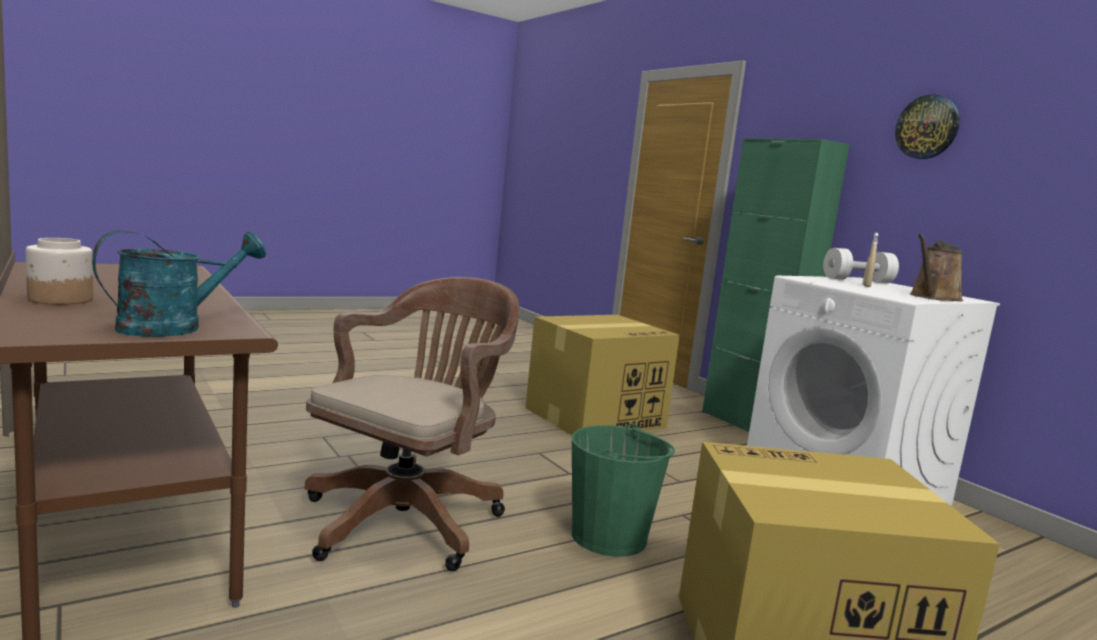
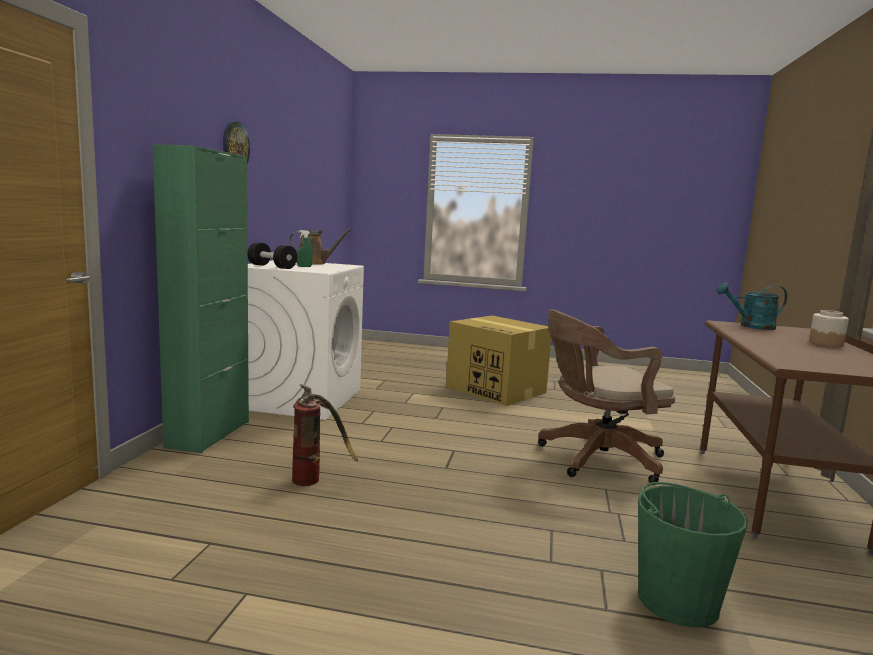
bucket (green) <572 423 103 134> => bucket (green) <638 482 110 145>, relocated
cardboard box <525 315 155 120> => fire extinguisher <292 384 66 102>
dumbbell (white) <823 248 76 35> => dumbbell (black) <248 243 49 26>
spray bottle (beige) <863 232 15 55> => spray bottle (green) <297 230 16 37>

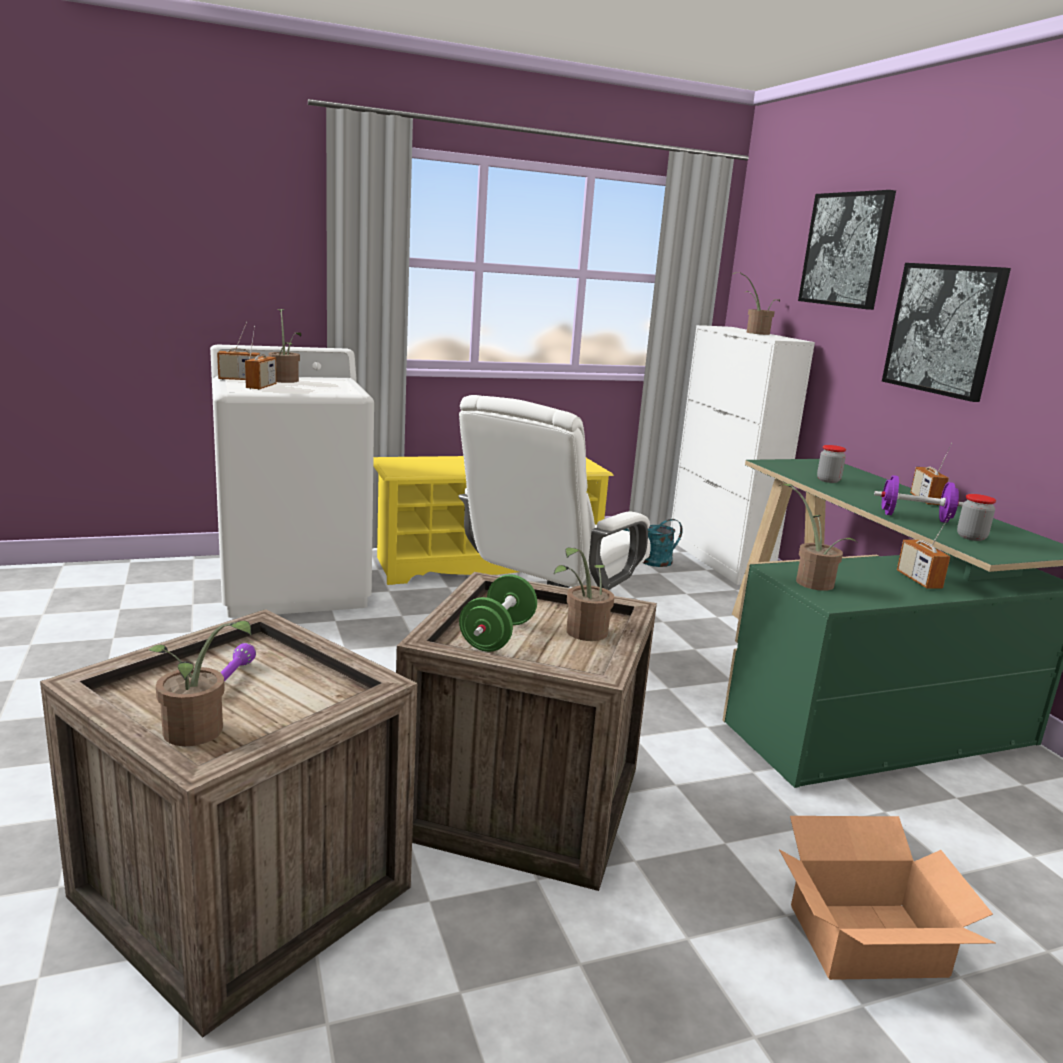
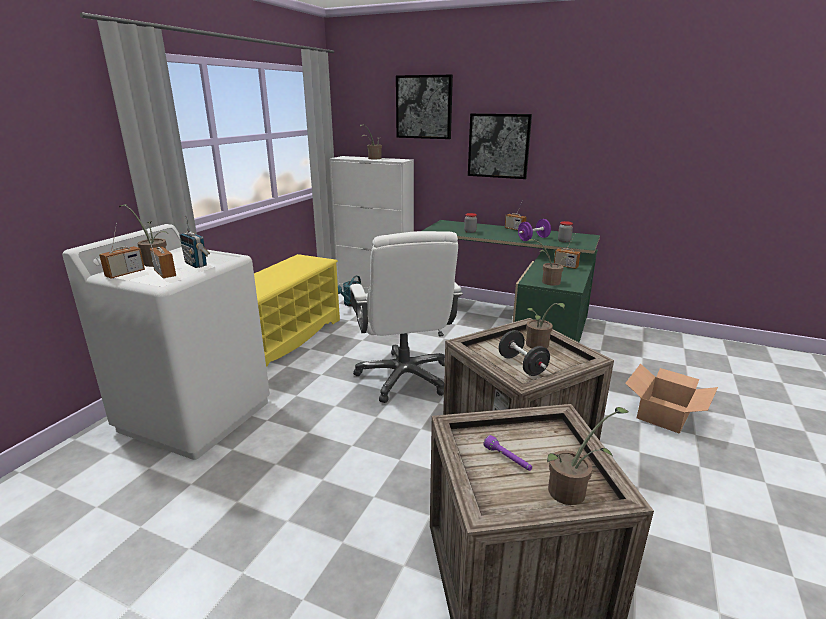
nothing => radio <179 216 31 52>
dumbbell (green) <459 574 78 78> => dumbbell (black) <498 330 52 46>

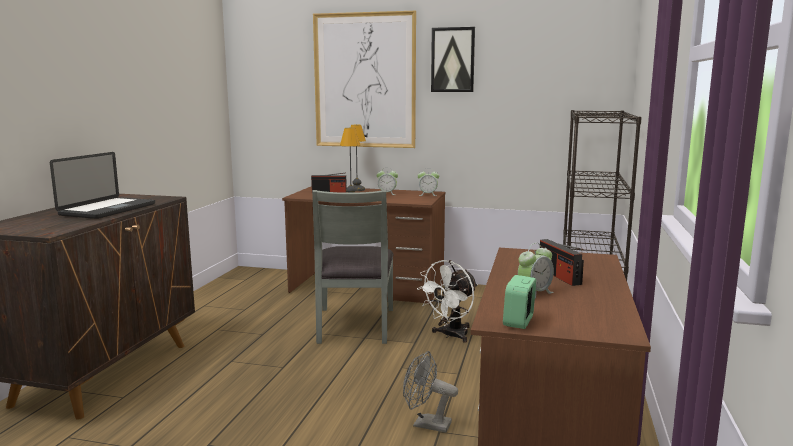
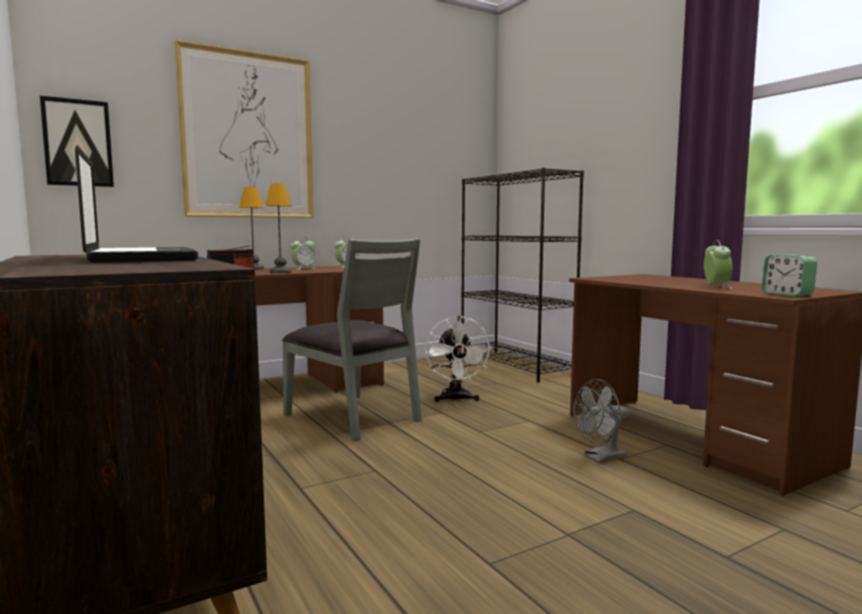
radio <540 239 44 47> => nothing
picture <431 27 44 65> => picture <40 96 74 91>, relocated

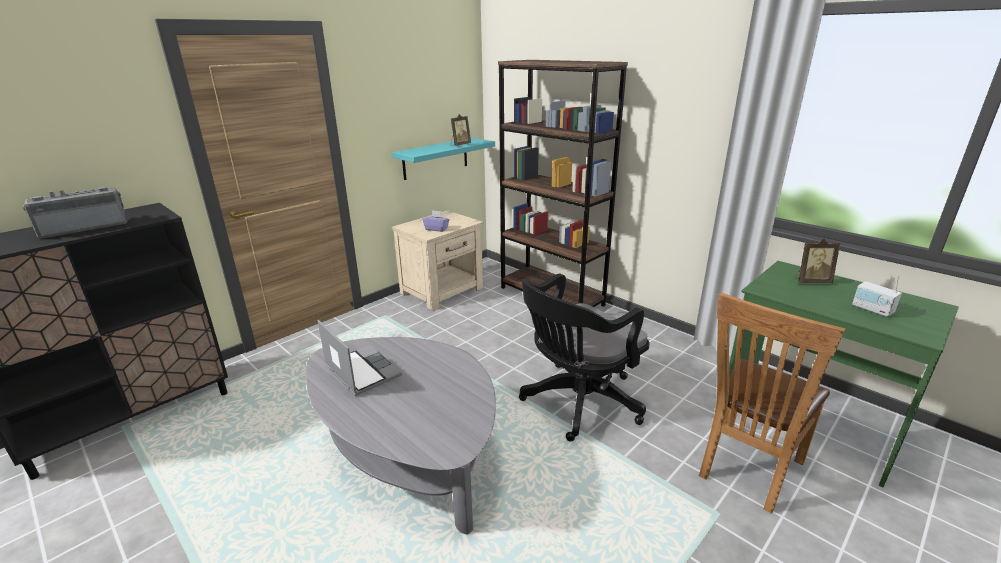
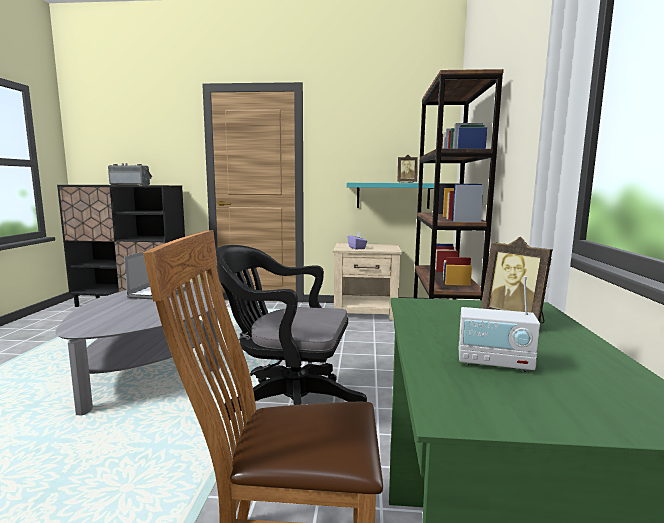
radio <852 275 50 42> => radio <459 276 81 96>, 90 degrees counterclockwise

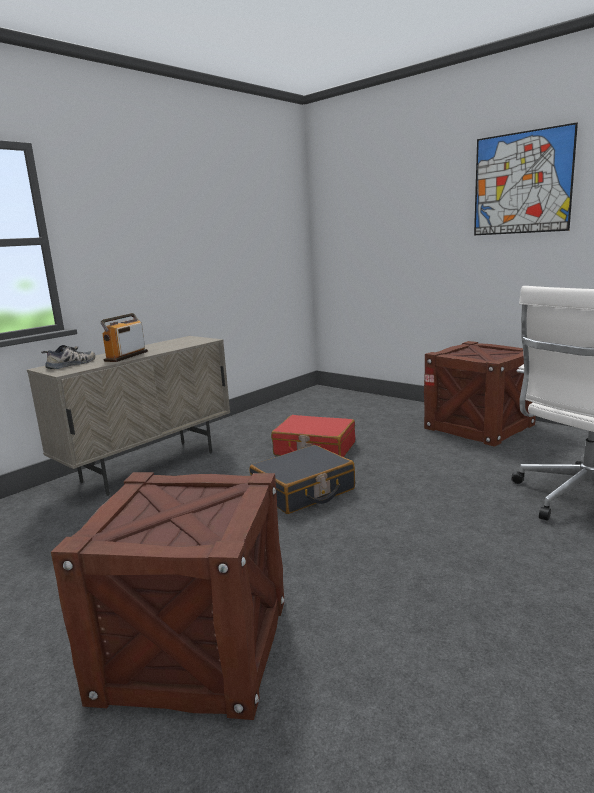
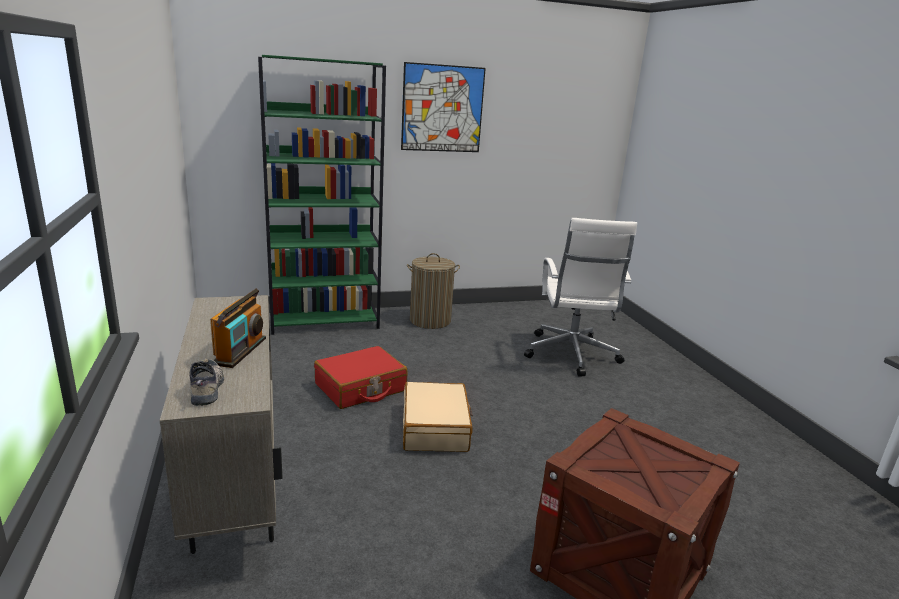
nothing => bookcase (green) <258 55 128 280>
crate <424 341 112 106> => laundry basket <407 253 53 76>
suitcase (black) <250 445 105 69> => suitcase (beige) <403 382 70 70>
radio <101 313 47 49> => radio <210 289 56 79>, 135 degrees counterclockwise

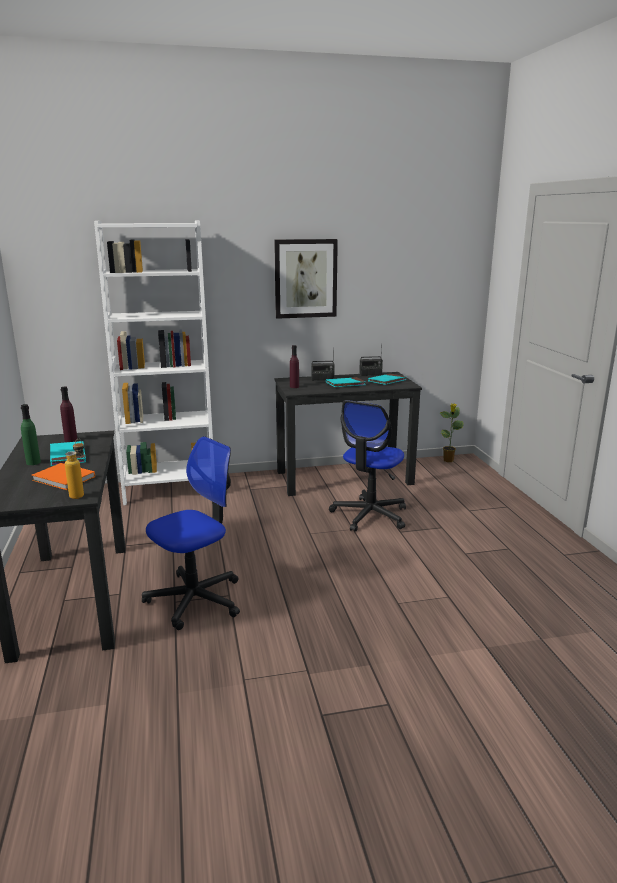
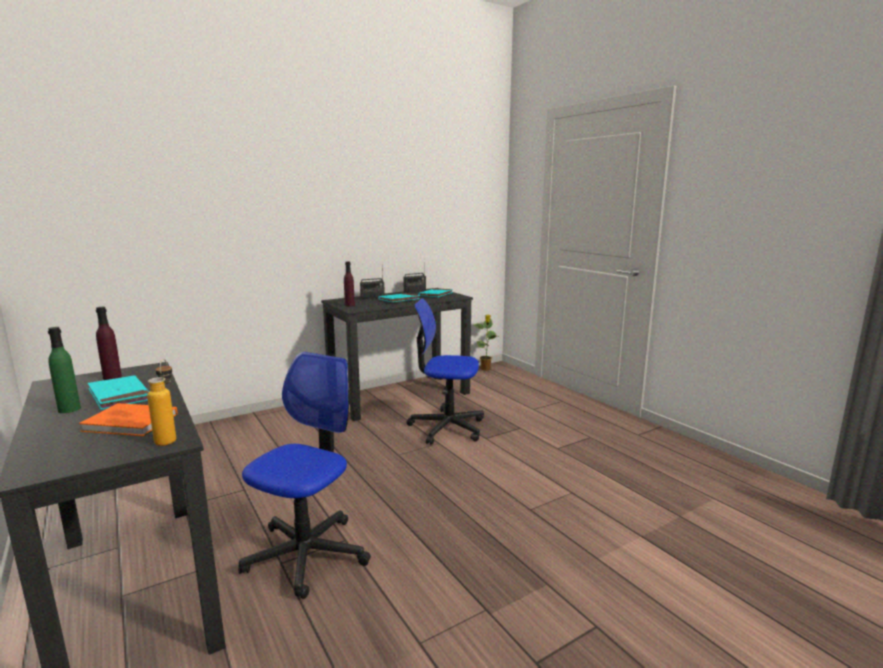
bookcase (white) <94 221 119 284> => nothing
picture <274 239 64 80> => nothing
office chair <329 400 77 132> => office chair <407 298 77 147>, 90 degrees clockwise

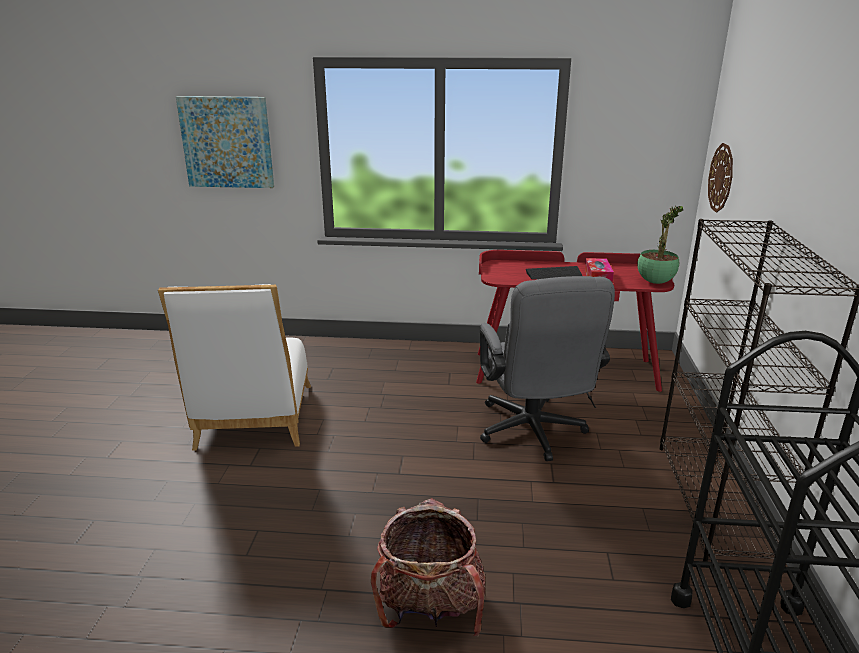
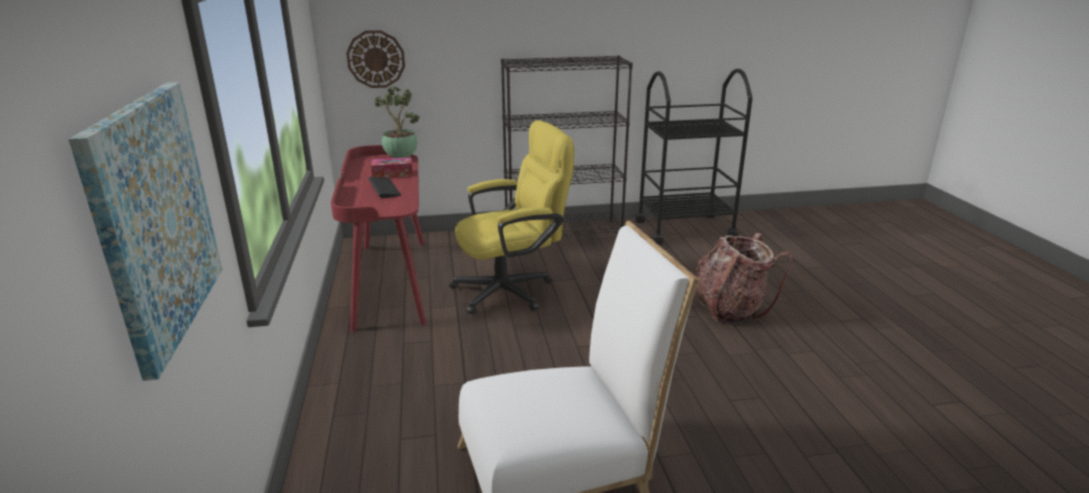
office chair (grey) <480 276 135 185> => office chair (yellow) <449 120 126 194>

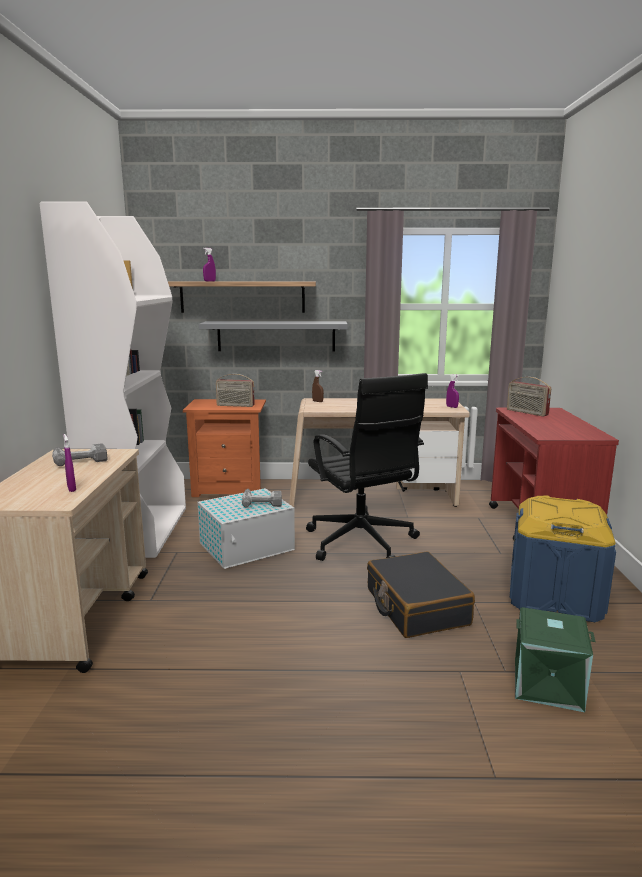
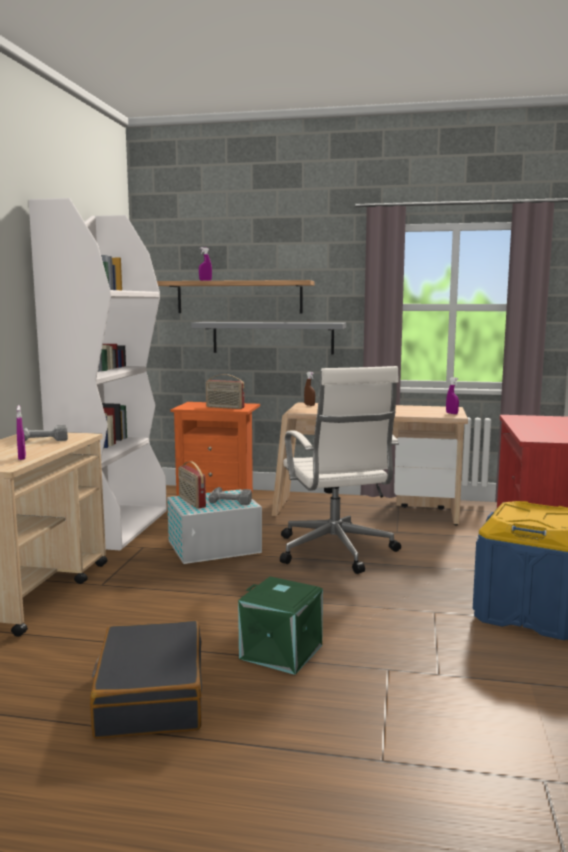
suitcase (black) <367 551 108 87> => suitcase (black) <90 621 112 118>, relocated
radio <507 377 44 39> => radio <178 461 28 47>, relocated
storage box (green) <515 607 80 105> => storage box (green) <238 577 85 98>, relocated
office chair (black) <306 373 122 188> => office chair (white) <280 366 121 208>

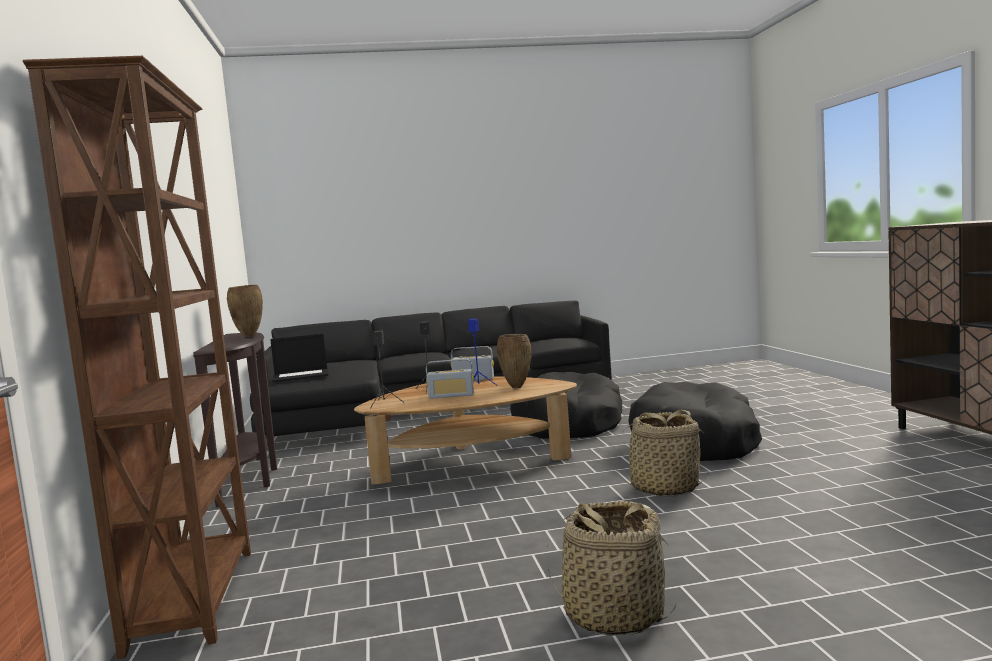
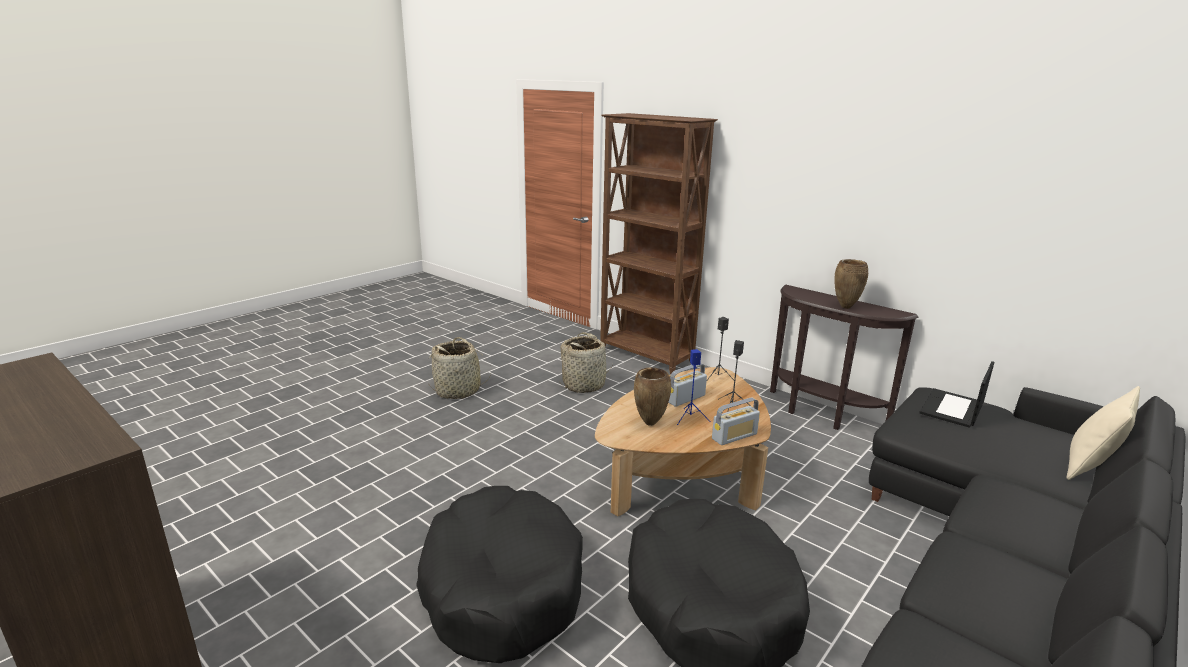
nothing => pillow (beige) <1066 386 74 94>
basket <614 410 95 86> => basket <559 332 55 61>, relocated

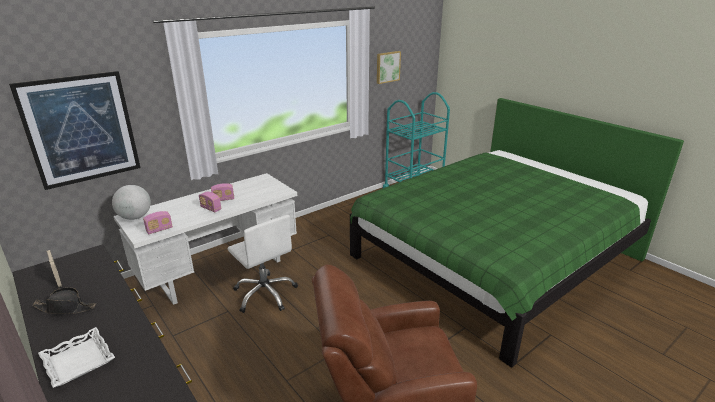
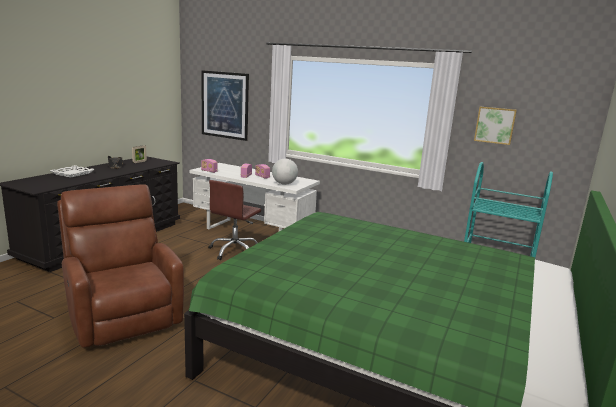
globe <112 185 39 35> => globe <272 159 26 26>, relocated
office chair (white) <228 215 70 98> => office chair (brown) <208 180 53 80>

